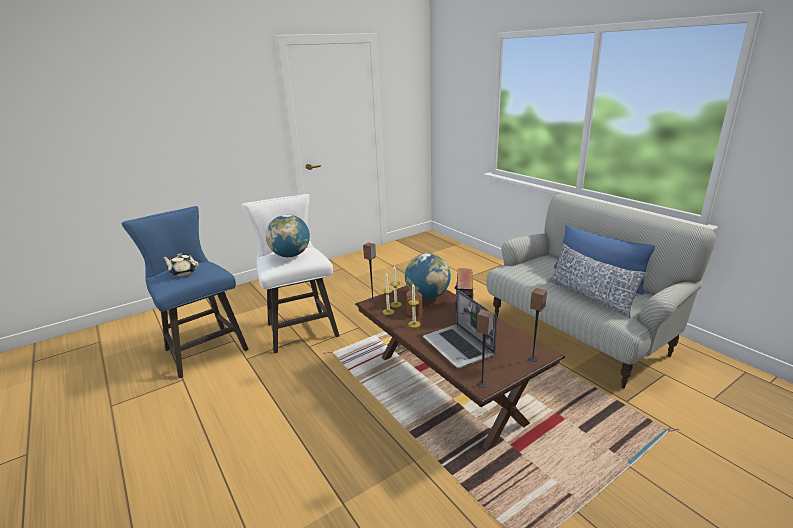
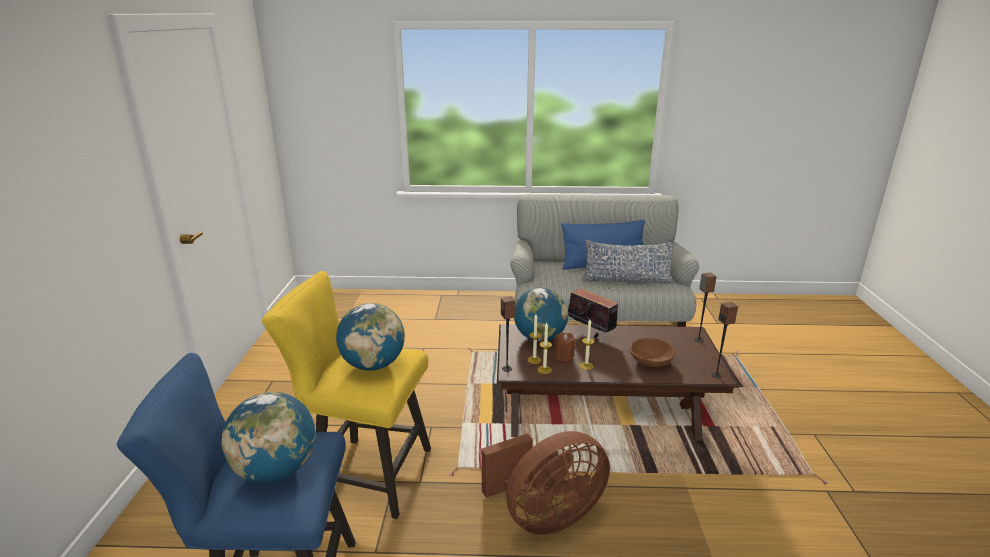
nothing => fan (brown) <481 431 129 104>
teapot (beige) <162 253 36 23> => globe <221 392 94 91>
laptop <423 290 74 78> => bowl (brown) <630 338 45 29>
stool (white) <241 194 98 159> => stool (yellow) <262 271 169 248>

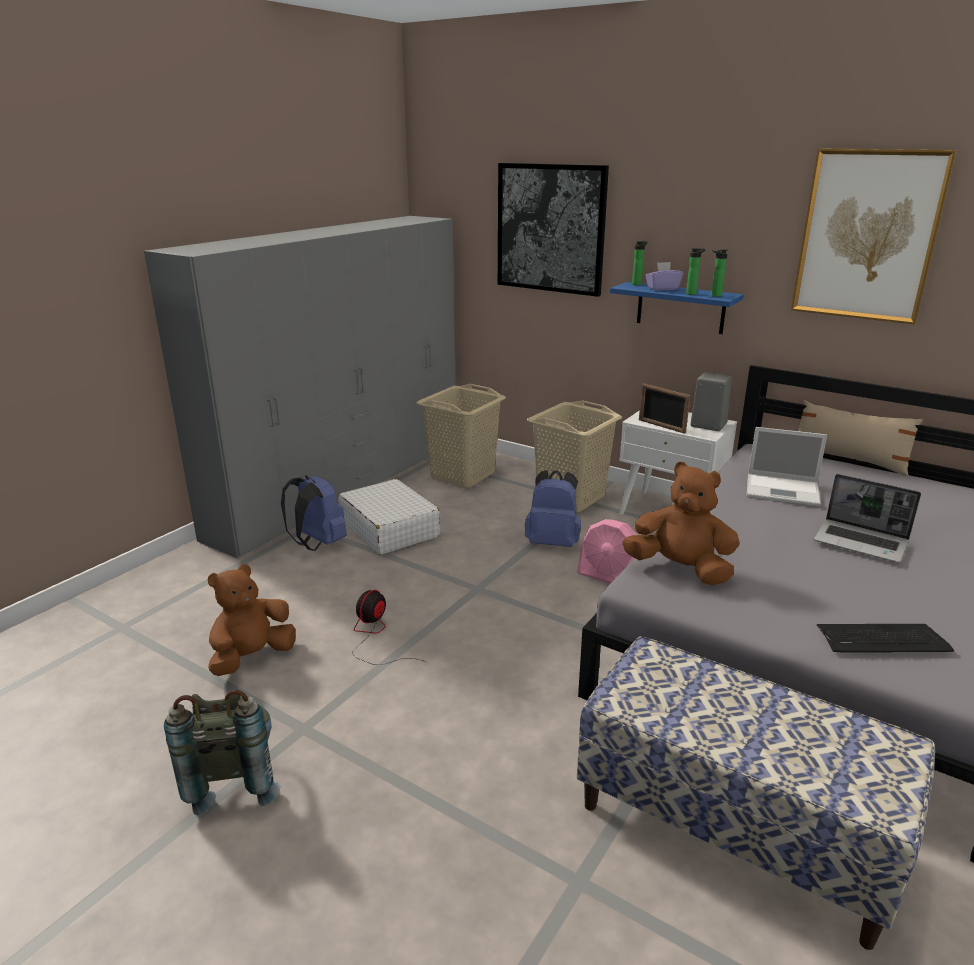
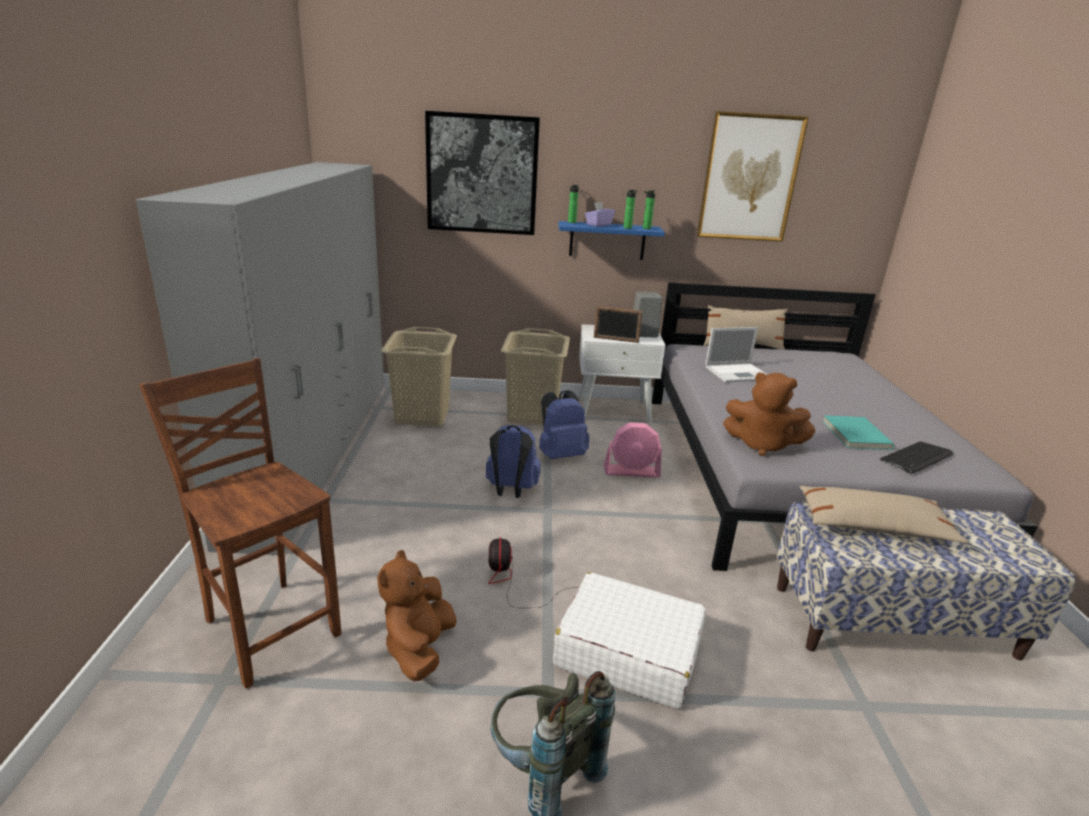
laptop <814 474 107 89> => nothing
nothing => chair (brown) <139 358 202 331>
nothing => pillow (beige) <799 486 169 57>
nothing => book (turquoise) <823 415 71 35>
backpack (blue) <281 476 66 75> => backpack (blue) <486 425 55 73>, relocated
suitcase (white) <338 479 102 76> => suitcase (white) <553 572 153 137>, relocated
plush toy (brown) <622 462 118 123> => plush toy (brown) <723 372 93 84>, 150 degrees counterclockwise

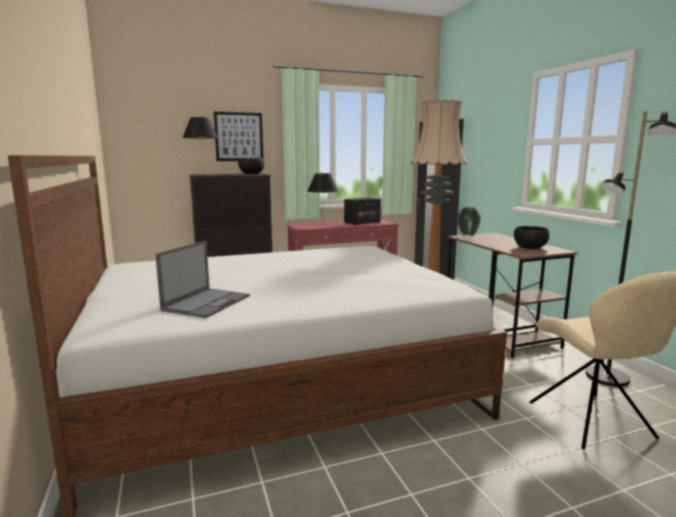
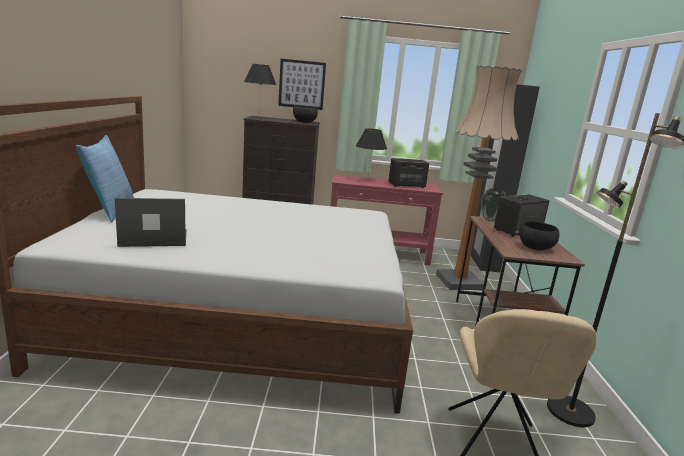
nothing => pillow <76 135 58 88>
nothing => speaker <494 194 55 42>
laptop <155 241 95 77> => laptop <115 198 72 49>, 150 degrees counterclockwise

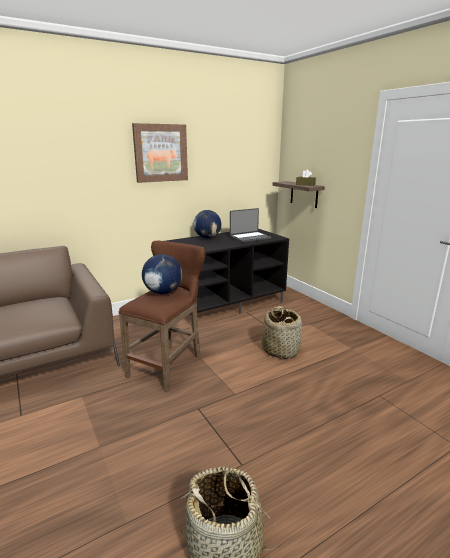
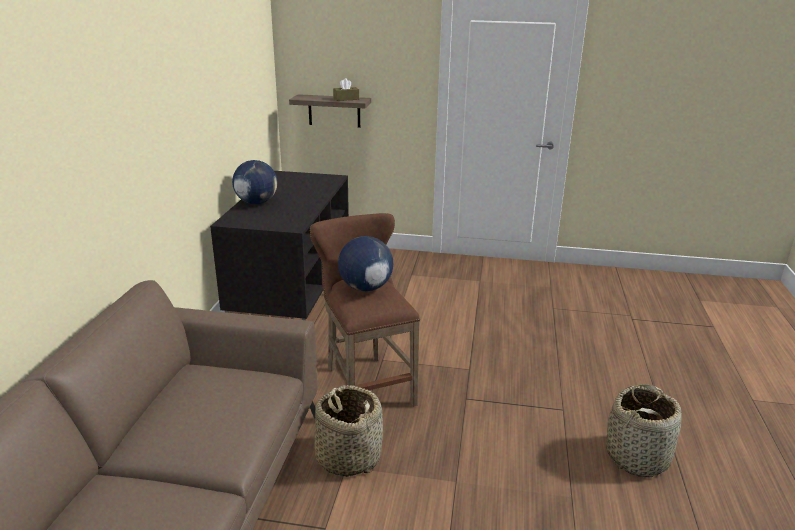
picture <132 123 56 60> => nothing
laptop <230 208 41 35> => nothing
basket <262 306 40 53> => basket <315 385 68 92>, relocated

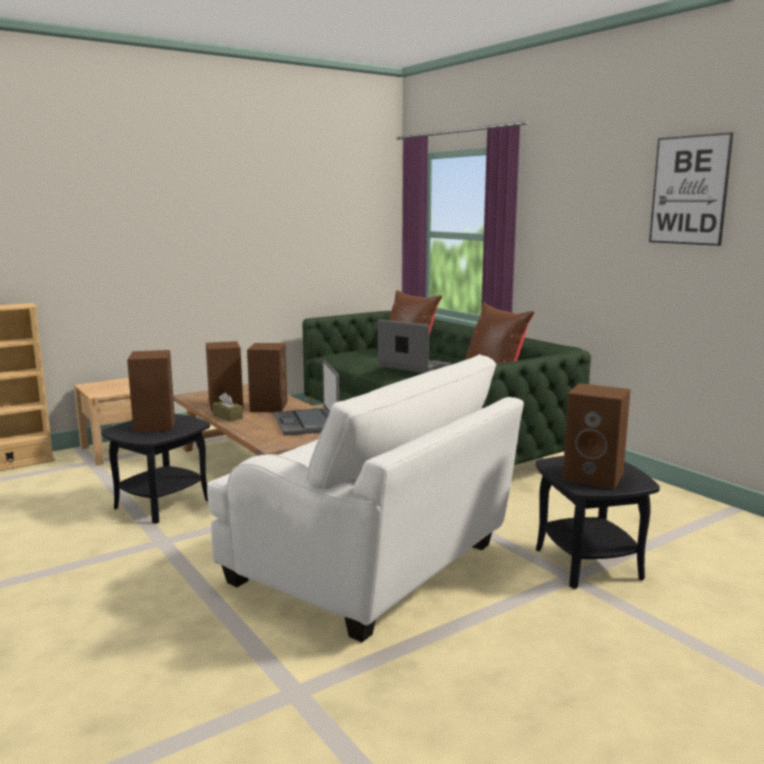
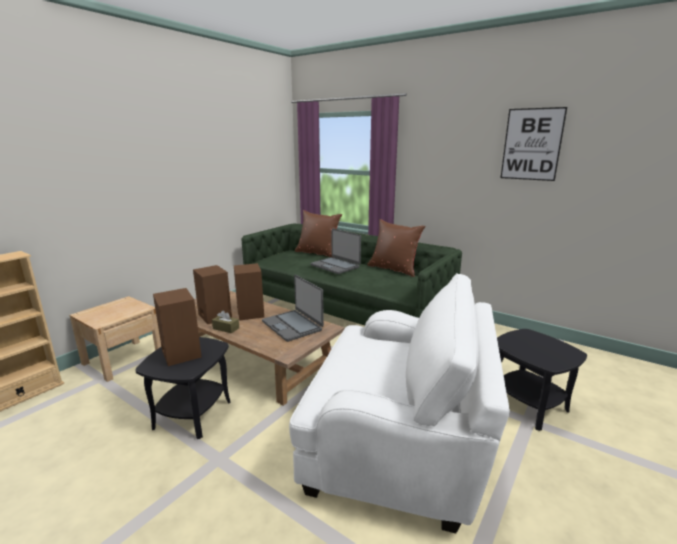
speaker (brown) <563 383 68 106> => nothing
laptop <378 319 73 54> => laptop <310 229 51 45>, 150 degrees counterclockwise

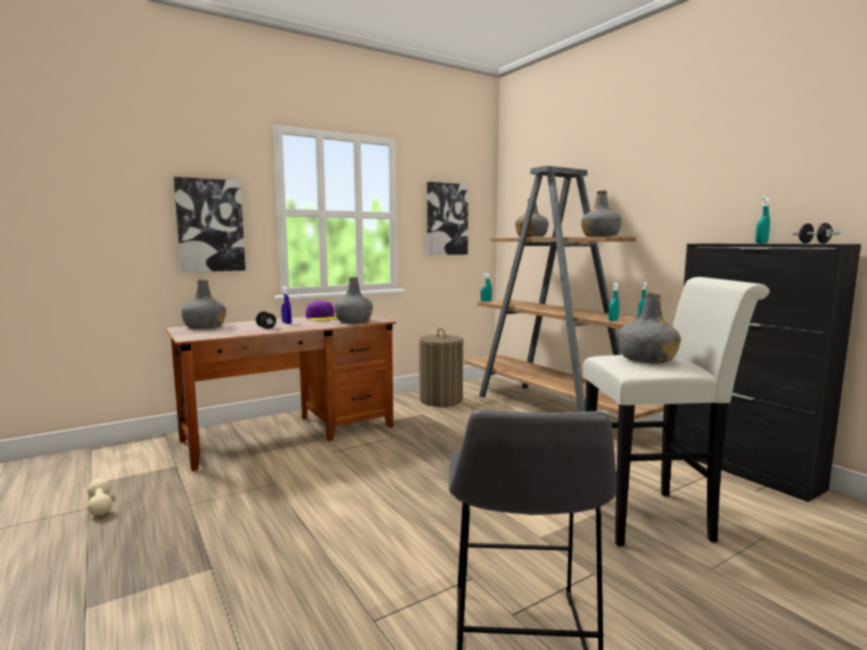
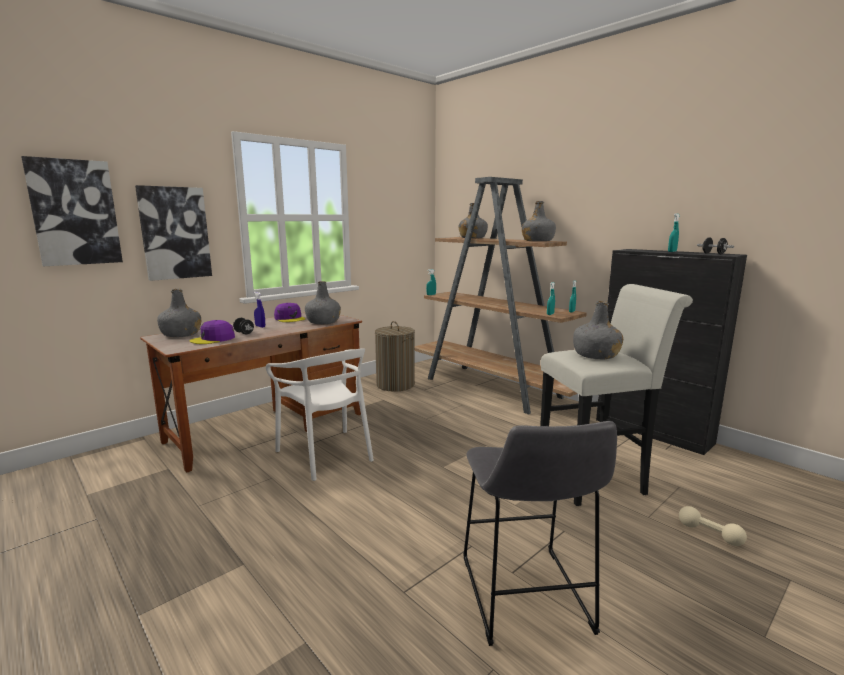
nothing => cap (purple) <190 320 45 24>
nothing => chair (white) <266 348 108 133>
dumbbell (beige) <87 478 25 38> => dumbbell (beige) <679 506 68 40>, relocated
picture <427 182 41 73> => picture <21 156 102 110>, relocated

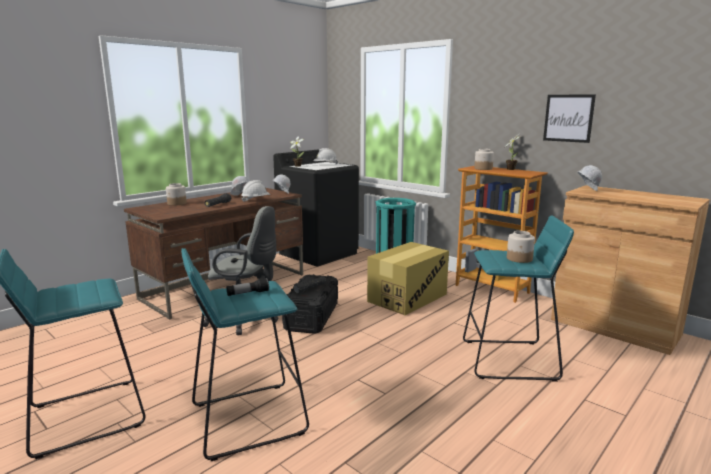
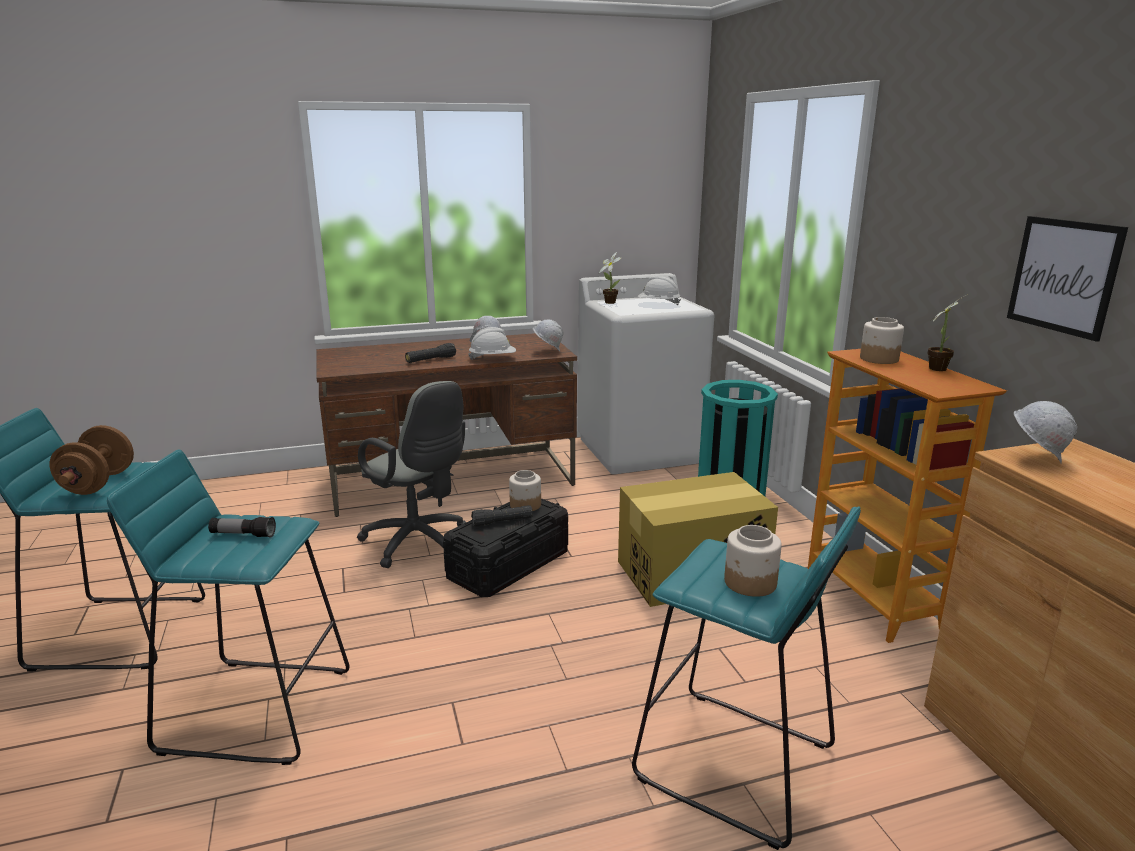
nothing => dumbbell (brown) <50 425 84 70>
jar <166 183 21 23> => jar <509 470 32 41>, relocated
washing machine (black) <273 150 86 116> => washing machine (white) <577 273 137 201>

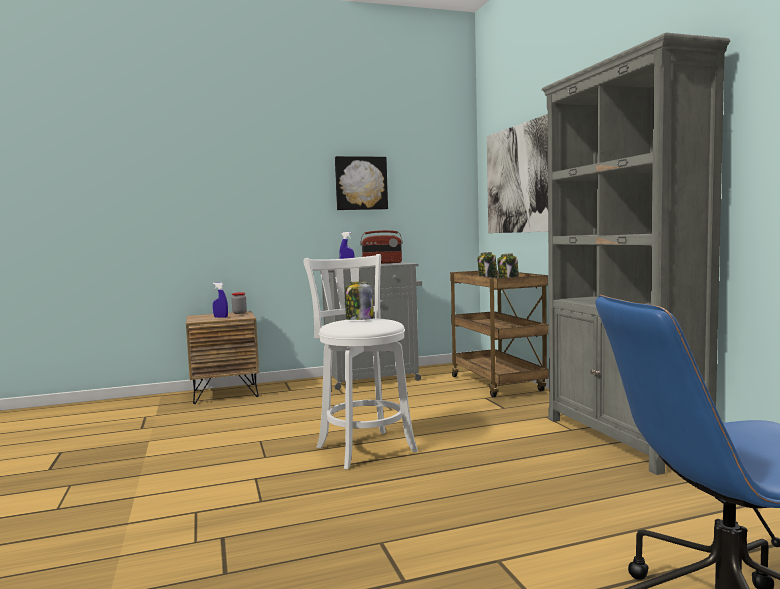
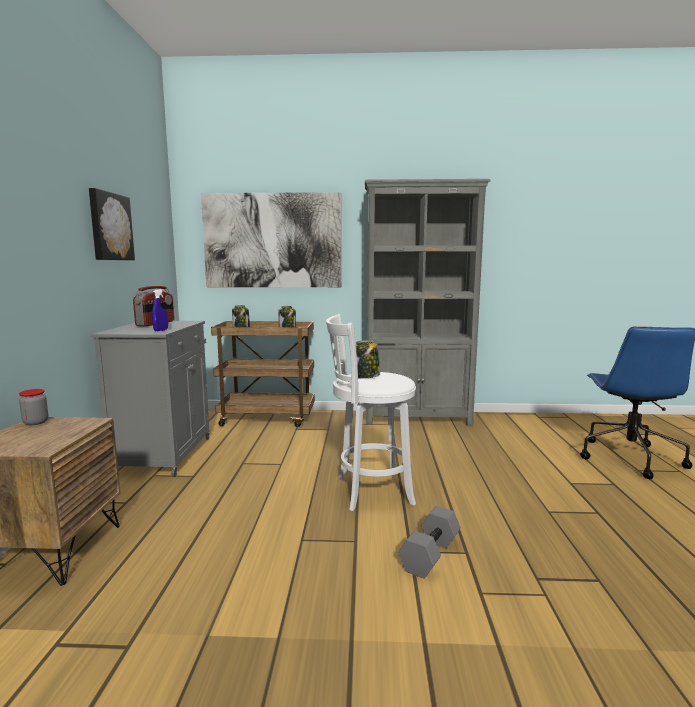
spray bottle (blue) <213 283 15 35> => nothing
nothing => dumbbell (grey) <398 506 63 73>

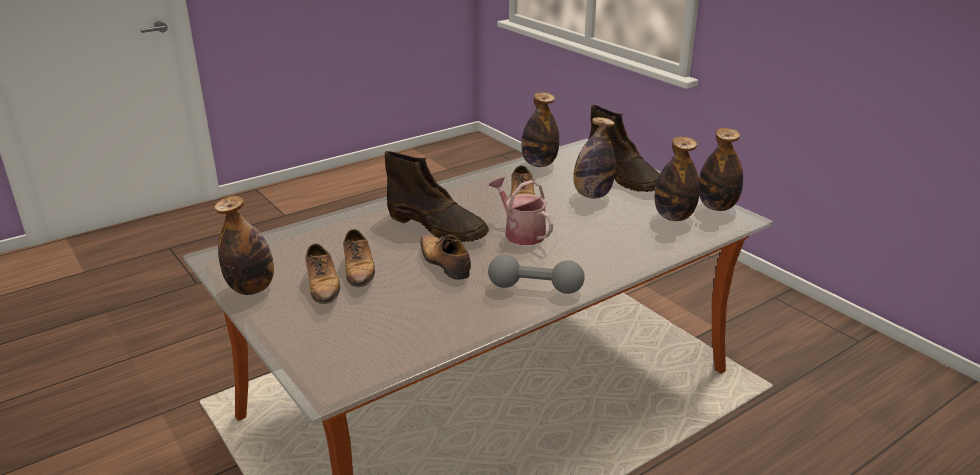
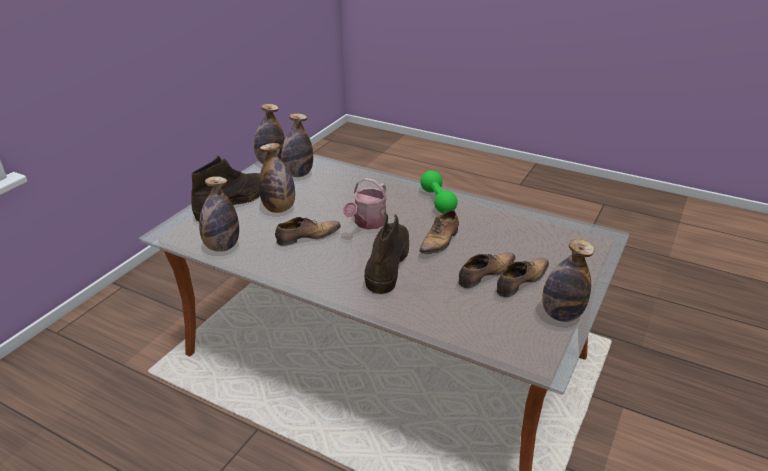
dumbbell (grey) <488 255 97 39> => dumbbell (green) <420 171 38 42>

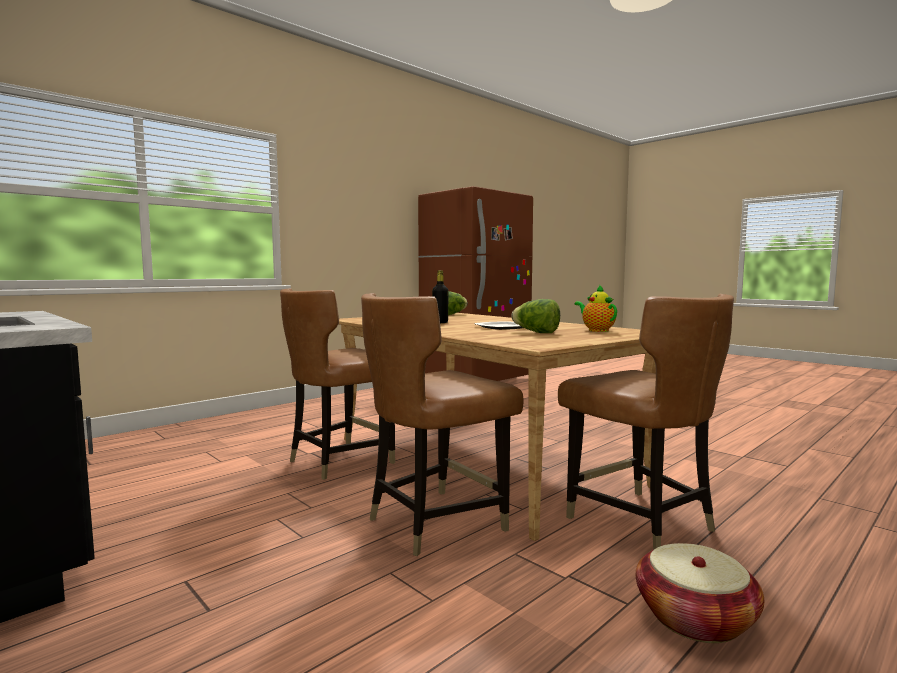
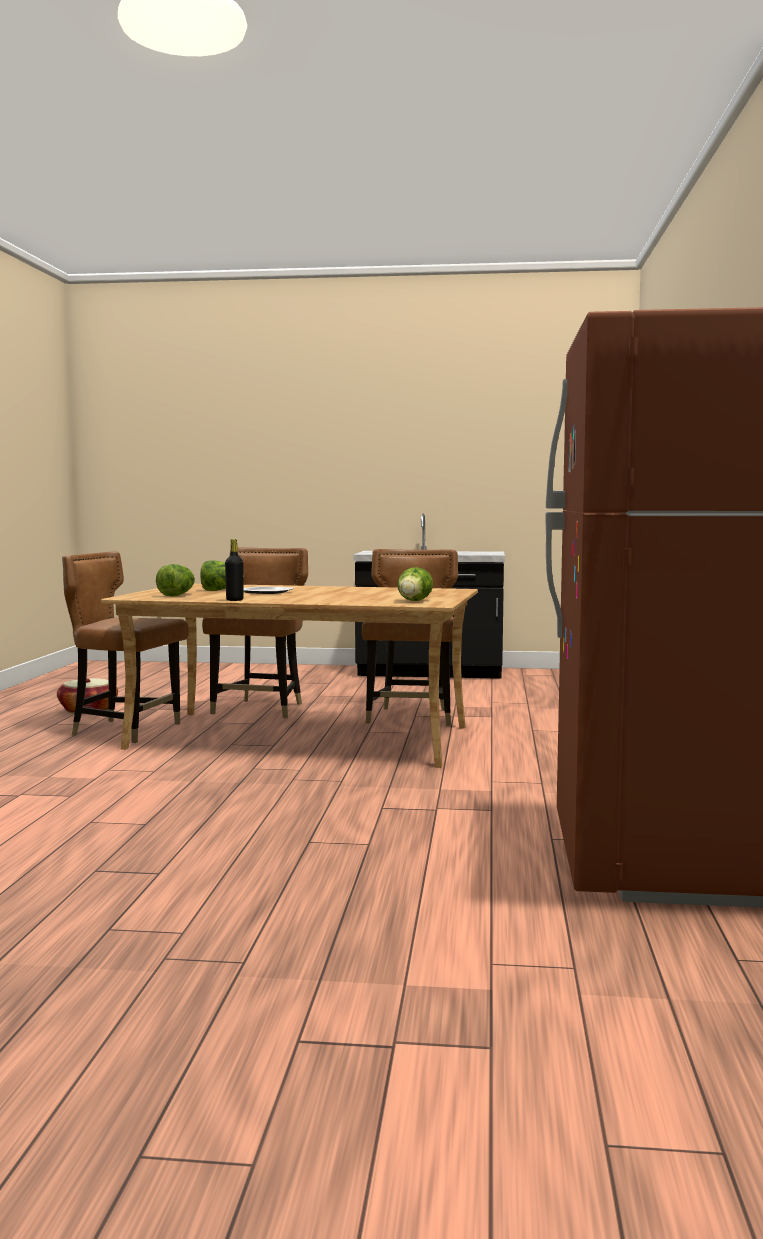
bottle (black) <432 270 17 53> => bottle (black) <225 539 18 62>, relocated
teapot <575 284 42 48> => lettuce <156 564 39 32>

